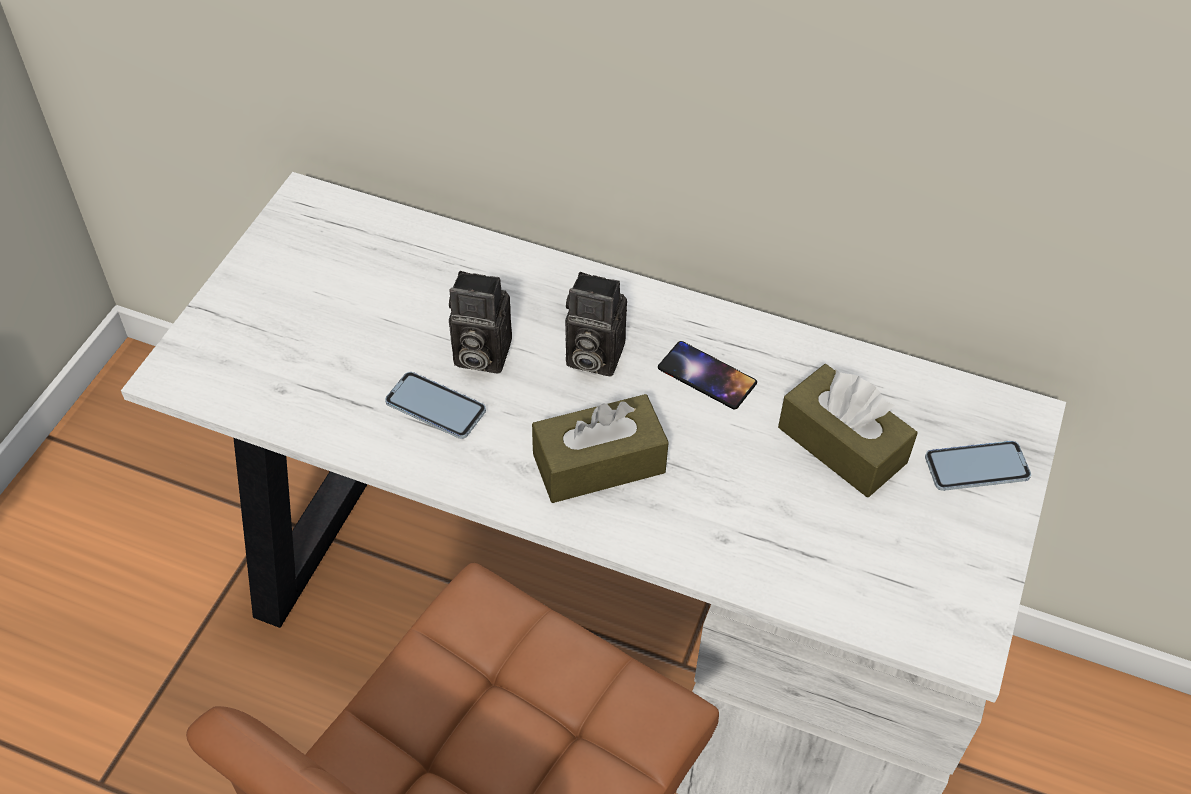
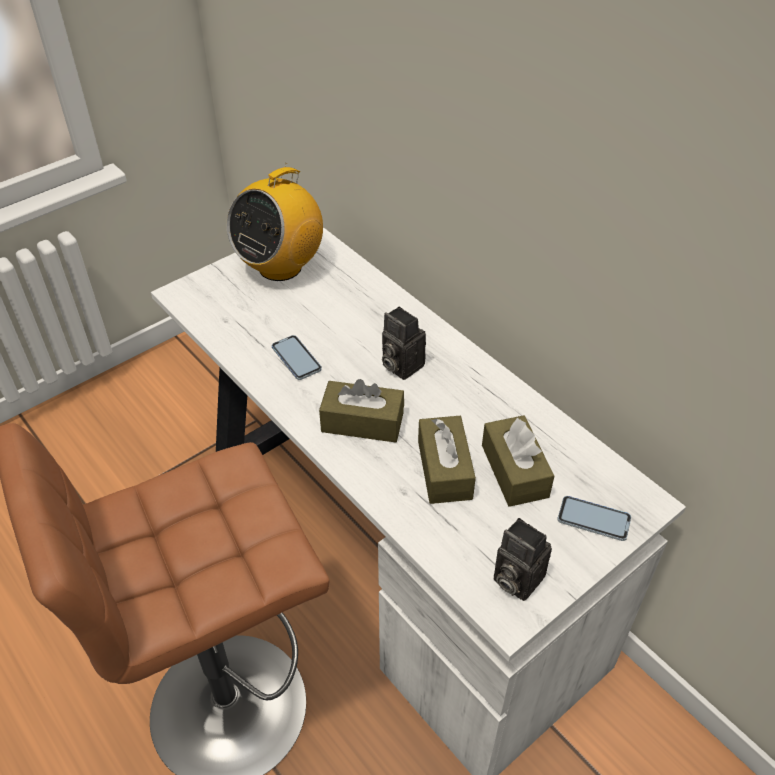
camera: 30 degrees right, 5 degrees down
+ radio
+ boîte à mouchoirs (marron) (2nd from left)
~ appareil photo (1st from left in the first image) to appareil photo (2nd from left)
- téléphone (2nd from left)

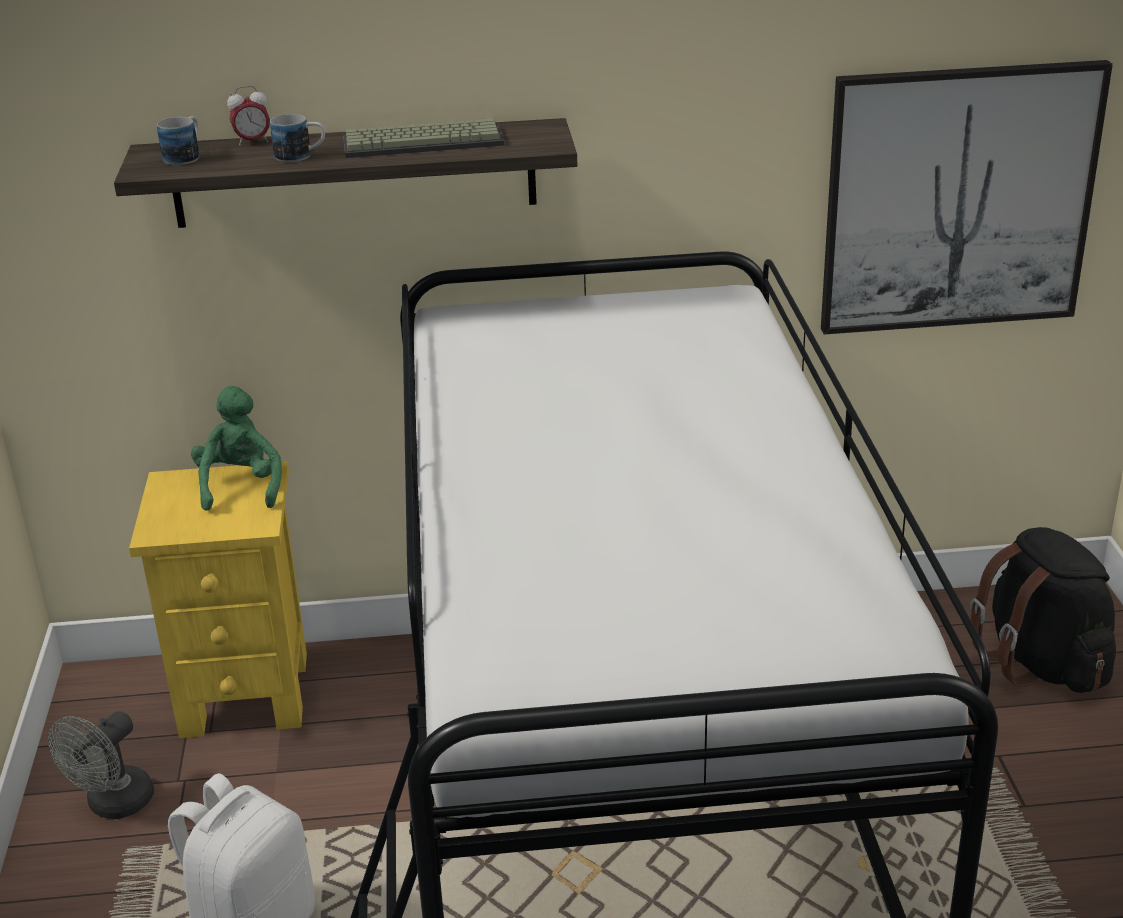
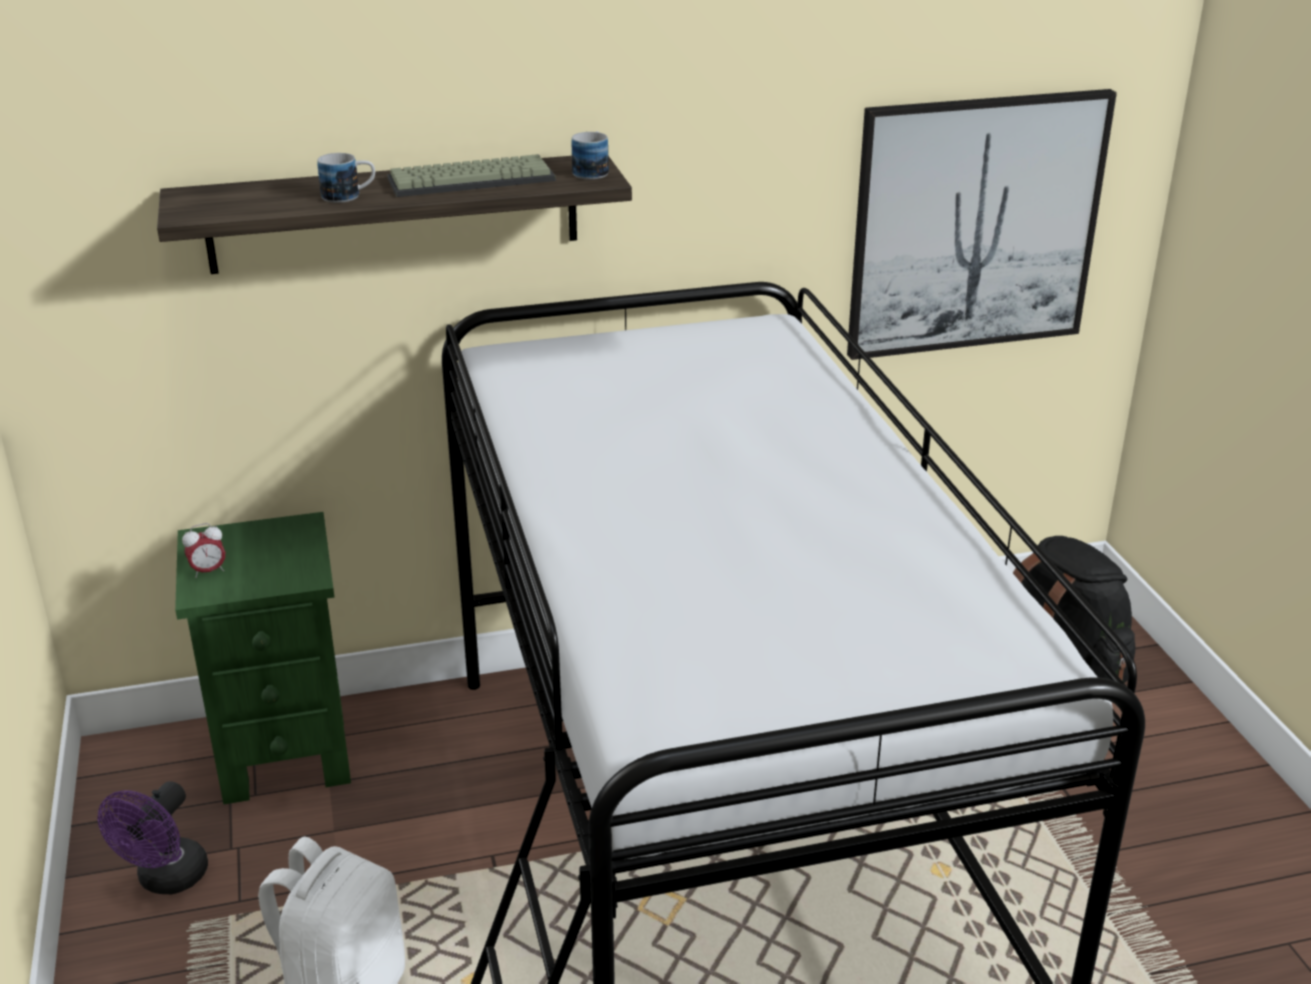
camera: 10 degrees left, 0 degrees up
~ ventilateur (gris) to ventilateur (violet)
~ table de chevet (jaune) to table de chevet (vert)
~ réveil
~ mug (1st from left in the first image) to mug (2nd from left)
- peluche (vert)

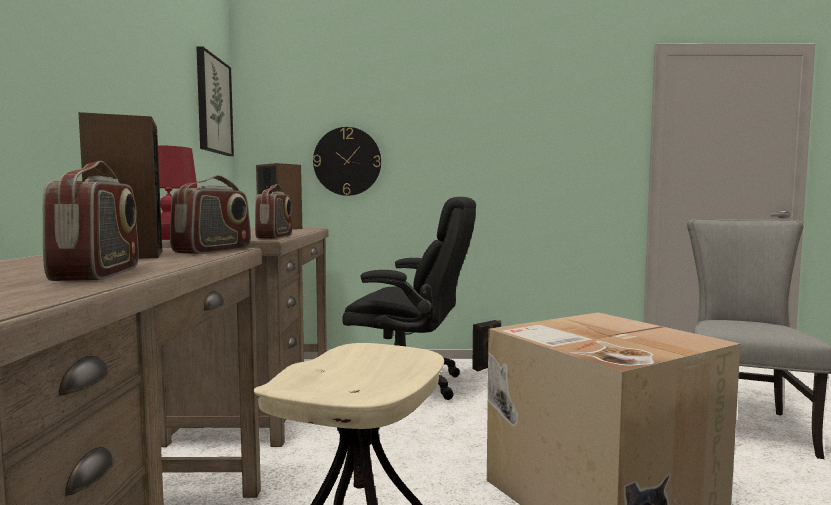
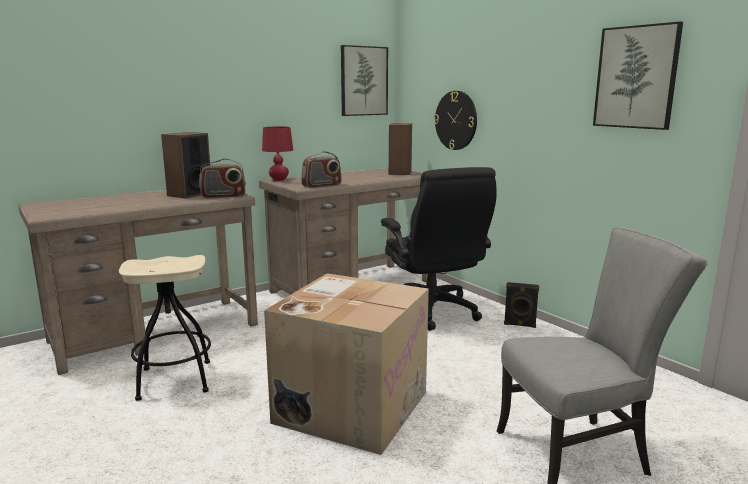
camera: 55 degrees right, 10 degrees up
+ tableau (2nd from left)
- radio (1st from left)

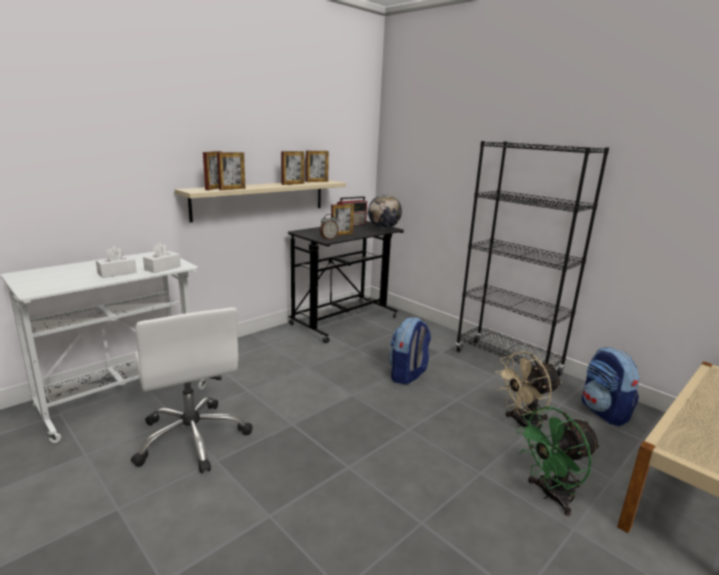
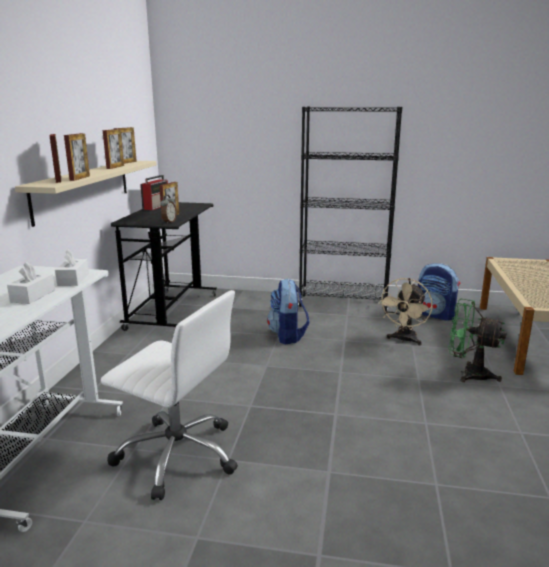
camera: 35 degrees left, 0 degrees up
~ ventilateur (vert) 90 degrees clockwise
- globe

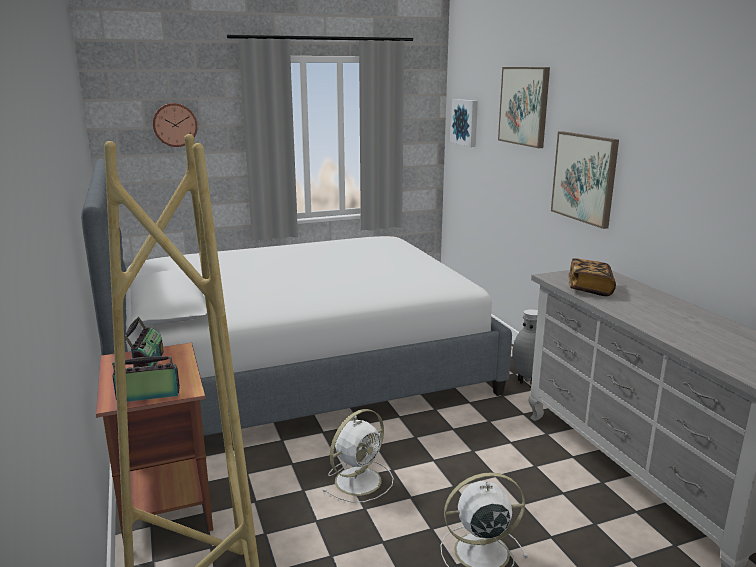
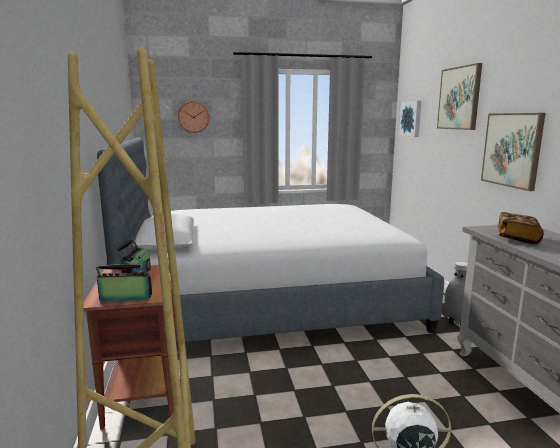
camera: 10 degrees right, 5 degrees down
- ventilateur (blanc) (1st from left)

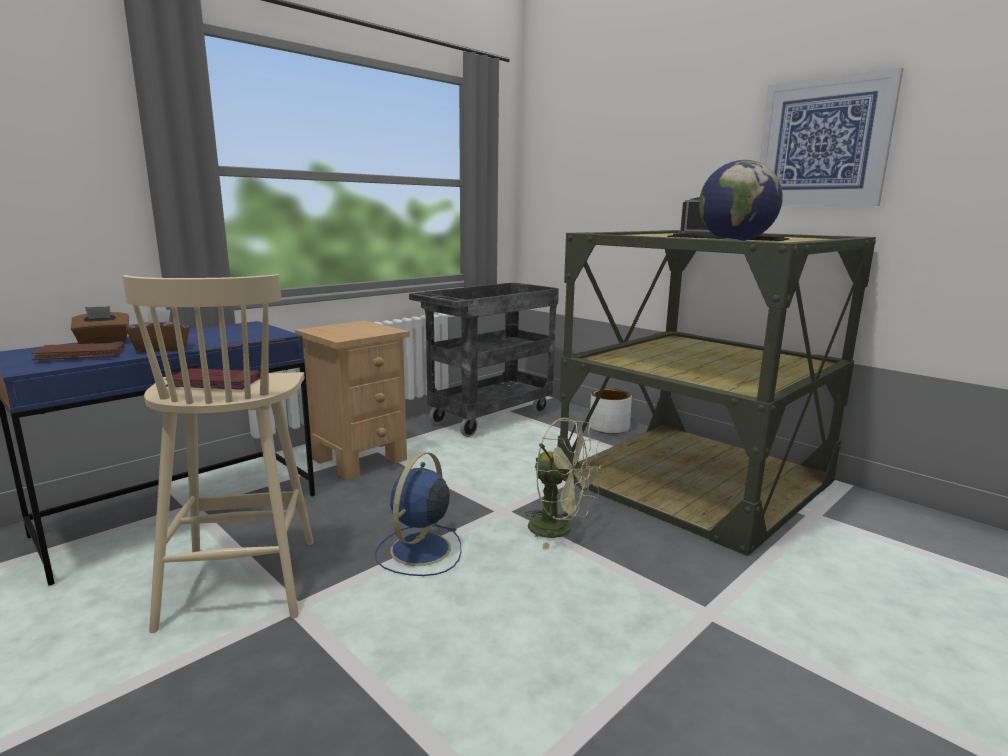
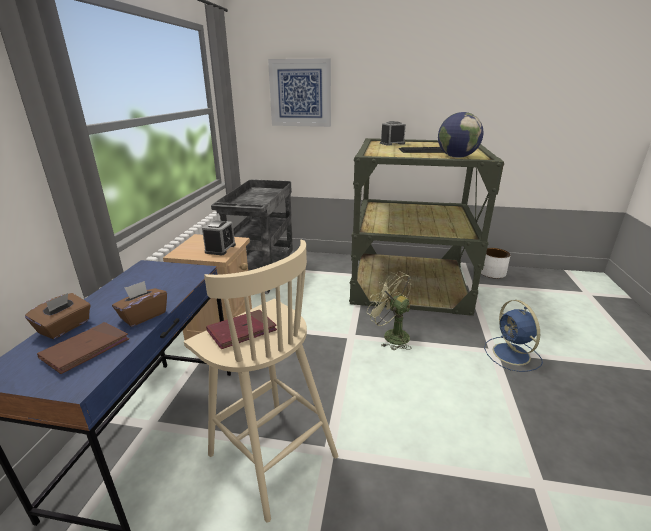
camera: 35 degrees left, 10 degrees up
+ réveil (1st from left)
~ tableau
~ ventilateur (vert) 135 degrees counterclockwise
~ cache-pot (blanc)
~ ventilateur (bleu)

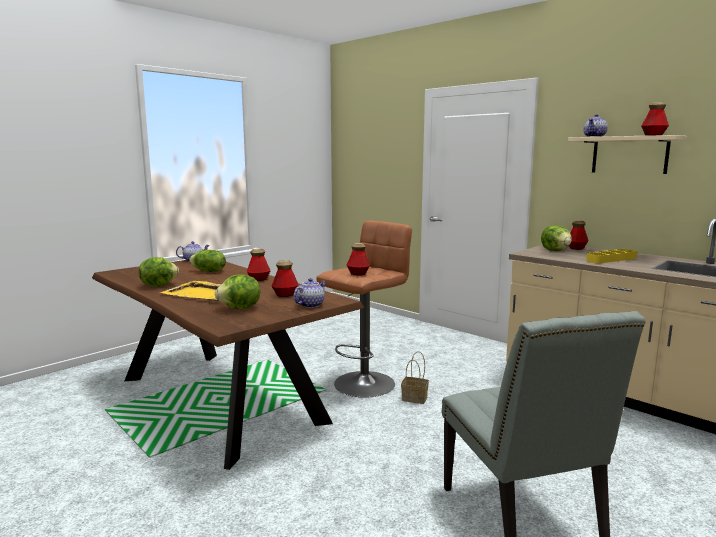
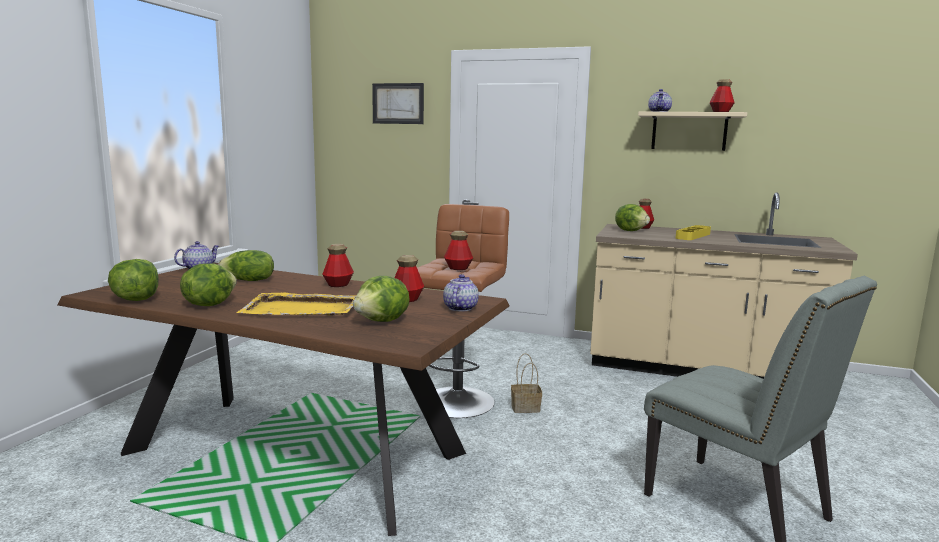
camera: 25 degrees left, 0 degrees up
+ laitue (1st from left)
+ tableau

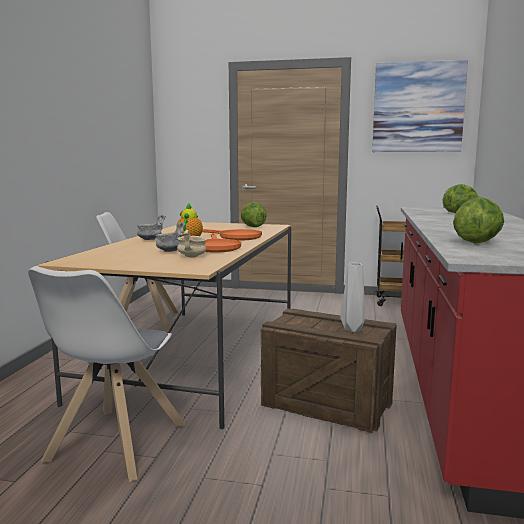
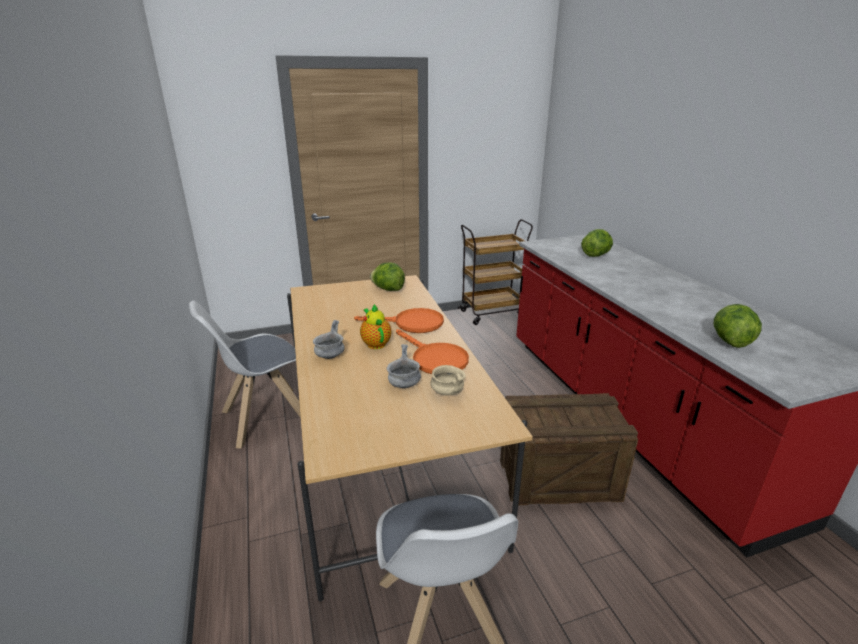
camera: 30 degrees left, 15 degrees up
- vase (gris)
- tableau

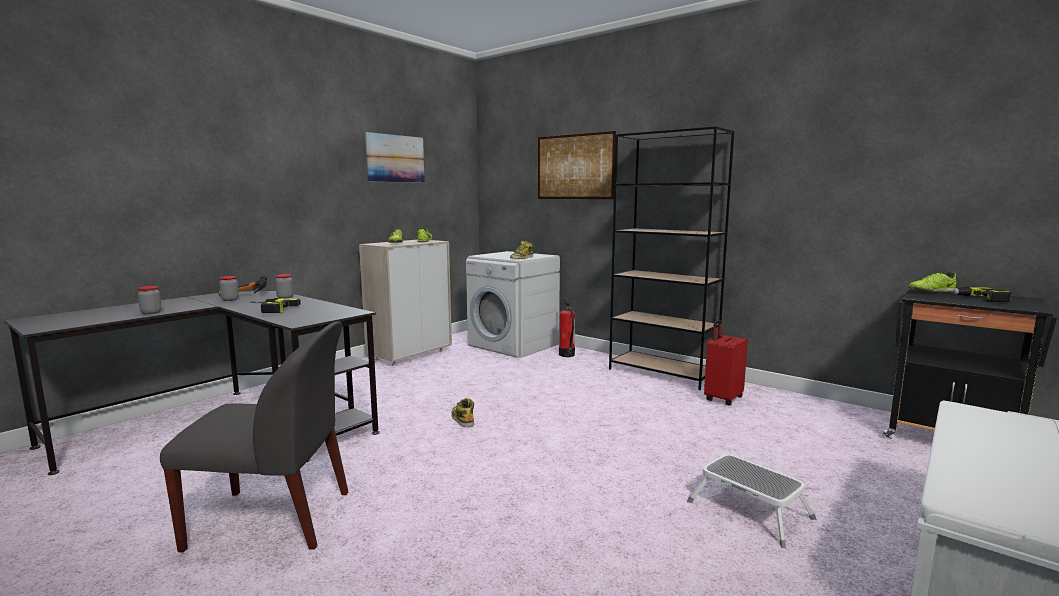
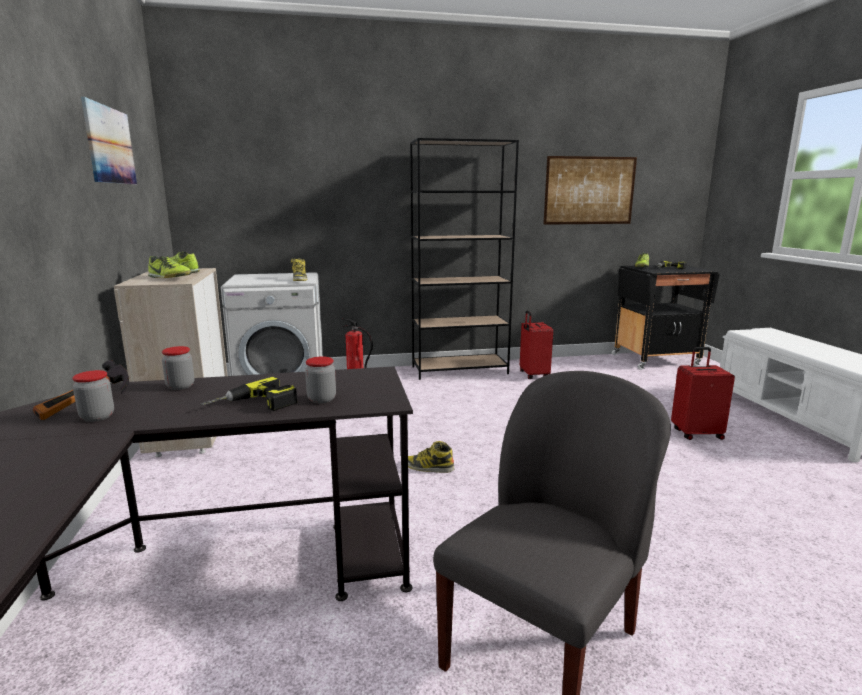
camera: 50 degrees left, 5 degrees up
~ bocal (1st from left in the first image) to bocal (3rd from left)
~ tableau (2nd from left)
~ escabeau (gris) to valise (rouge) (2nd from left)

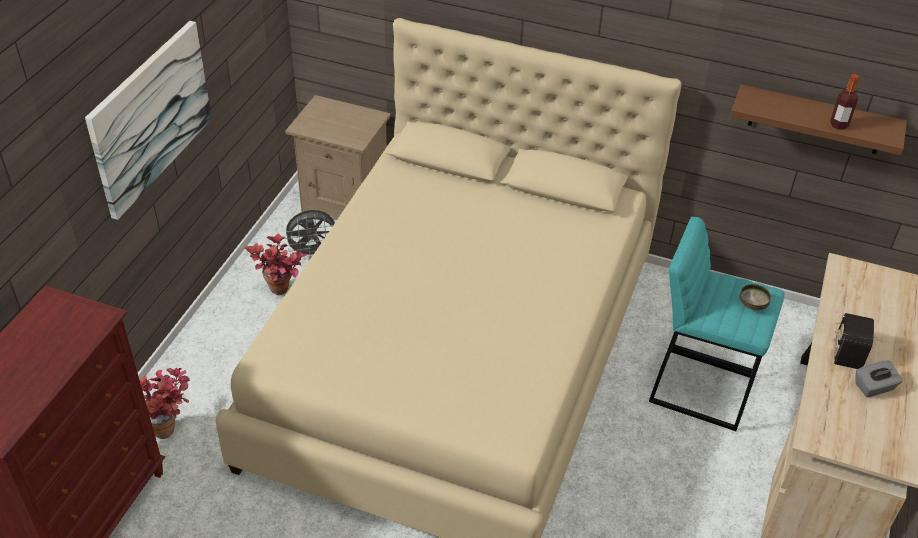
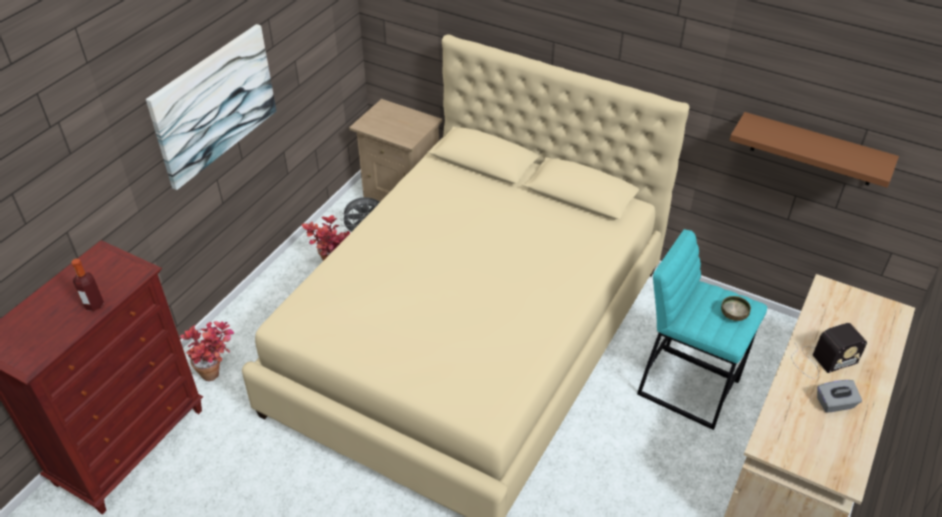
camera: 10 degrees right, 0 degrees up
~ bouteille
~ radio 135 degrees counterclockwise

